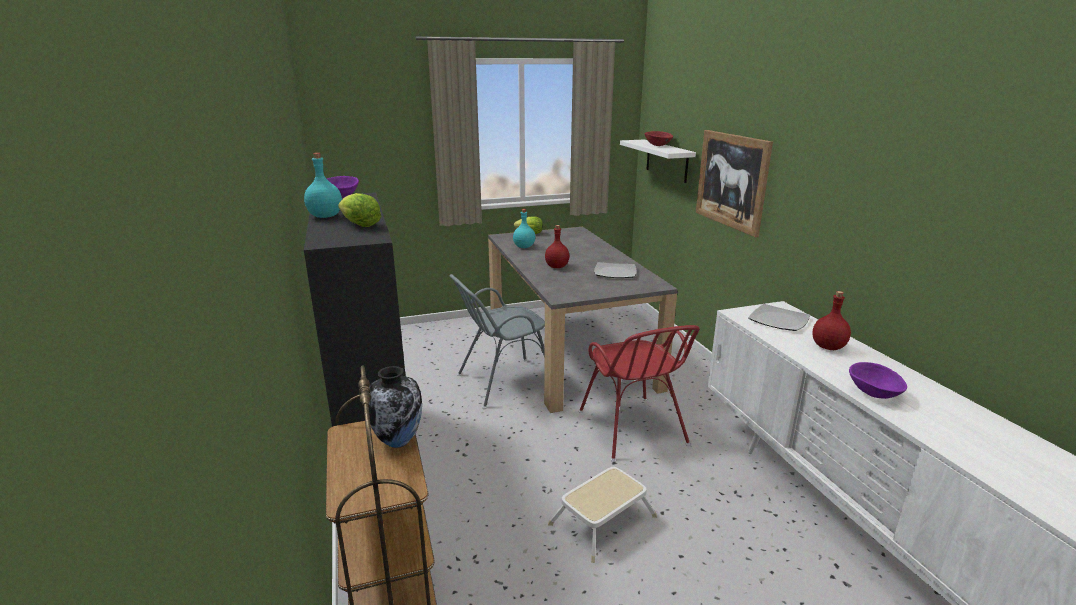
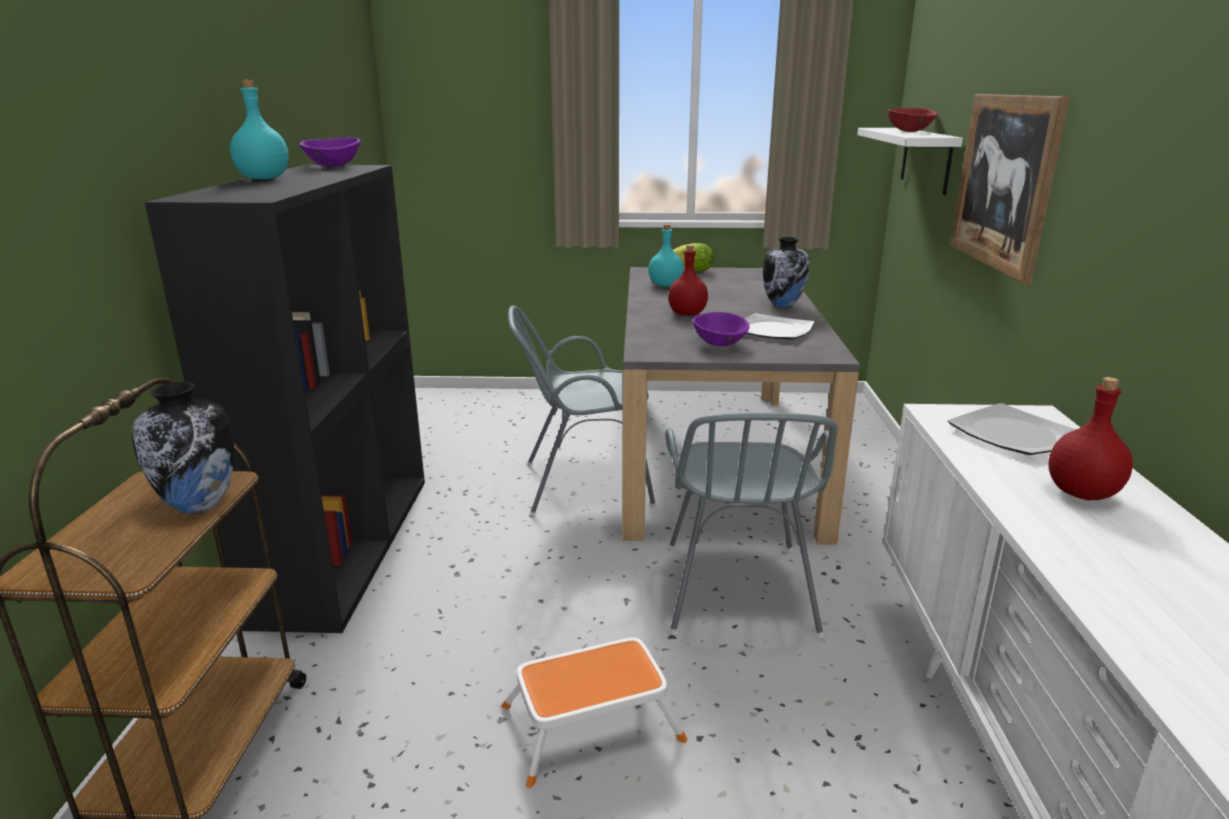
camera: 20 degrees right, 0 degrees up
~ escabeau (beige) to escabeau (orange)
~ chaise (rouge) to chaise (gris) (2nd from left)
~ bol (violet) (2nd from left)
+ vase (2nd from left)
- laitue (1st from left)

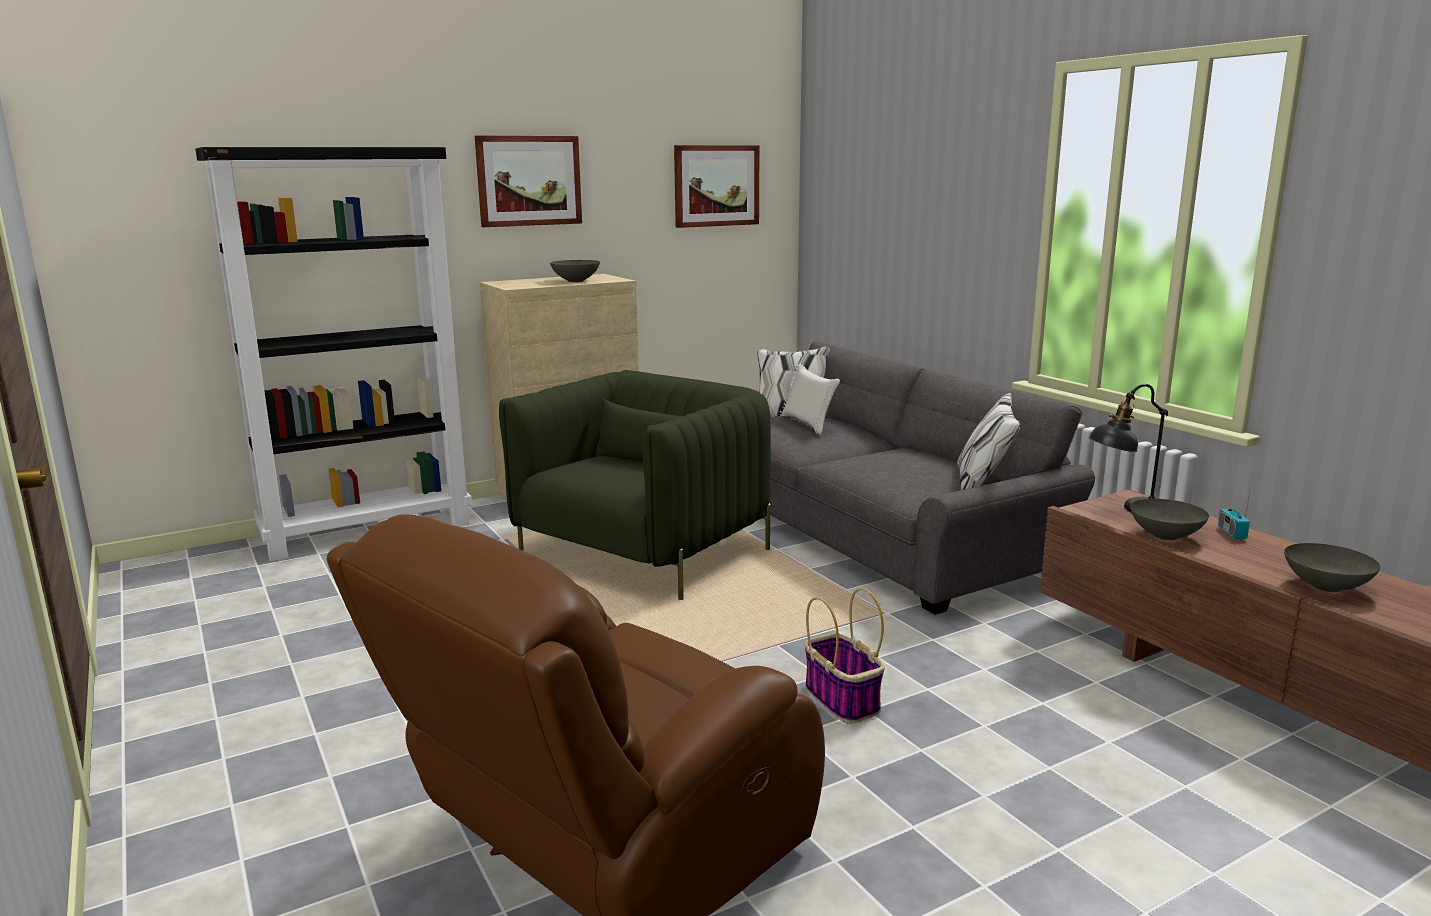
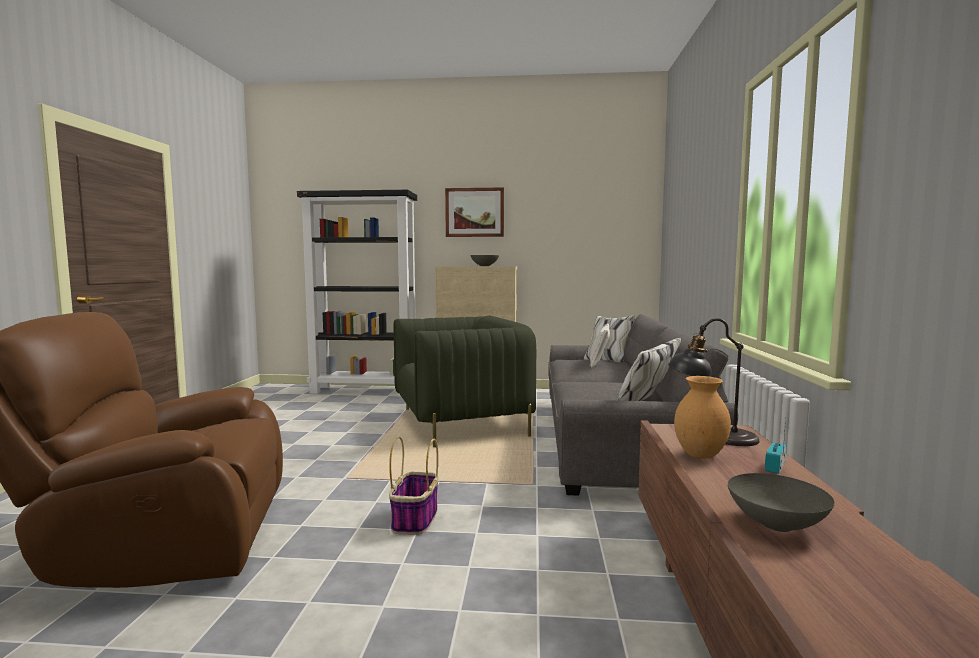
camera: 35 degrees right, 10 degrees down
~ bol (gris) (2nd from left) to vase (marron)
- tableau (2nd from left)

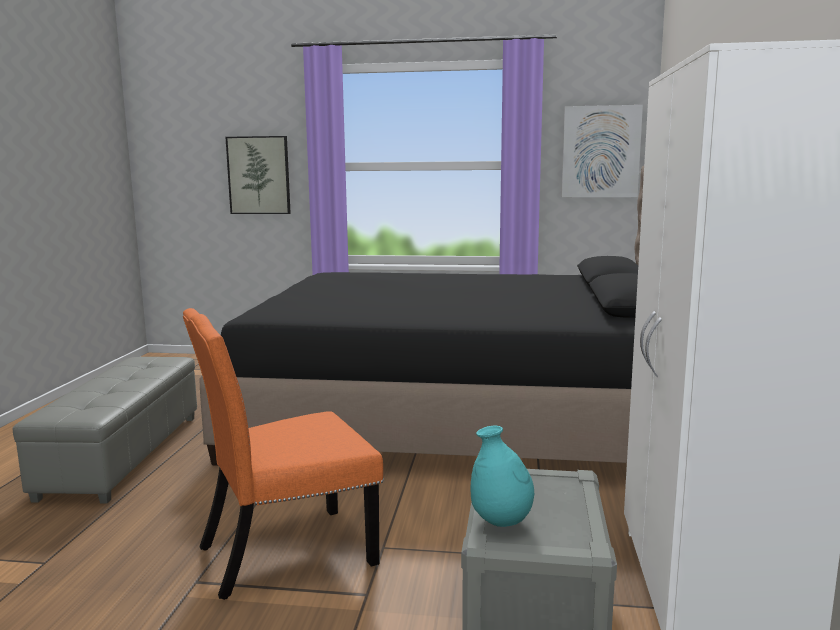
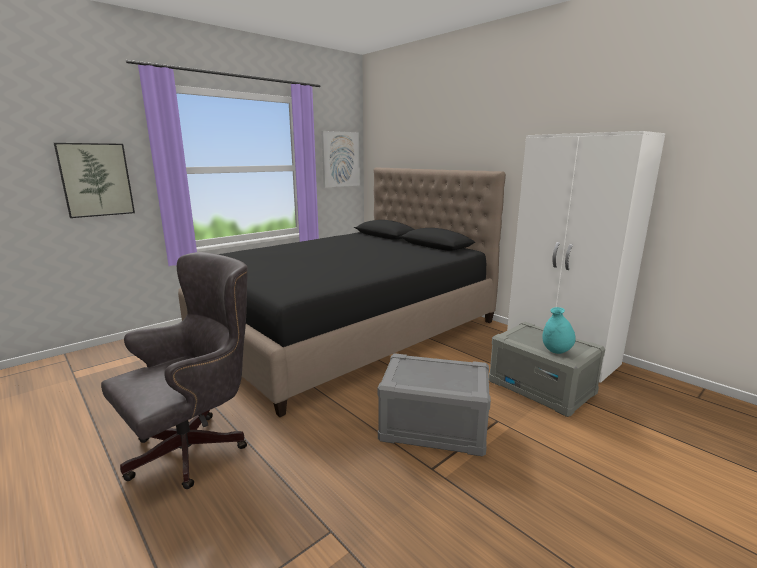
camera: 50 degrees left, 5 degrees up
~ pouf (gris) to chaise de bureau (gris)
~ chaise (orange) to boîte de rangement (gris) (1st from left)

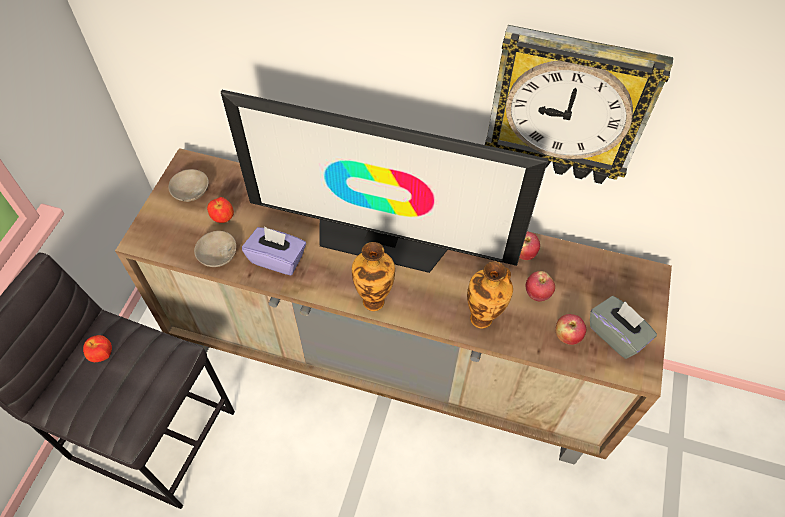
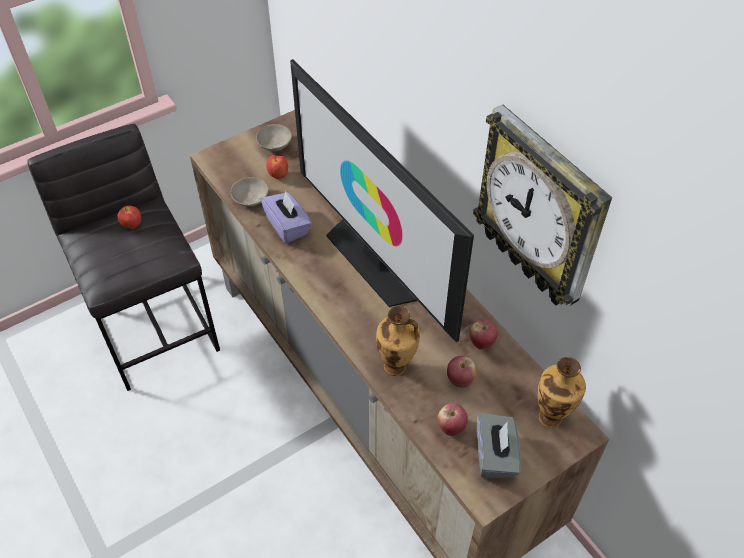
camera: 40 degrees right, 5 degrees down
~ vase (1st from left in the first image) to vase (2nd from left)

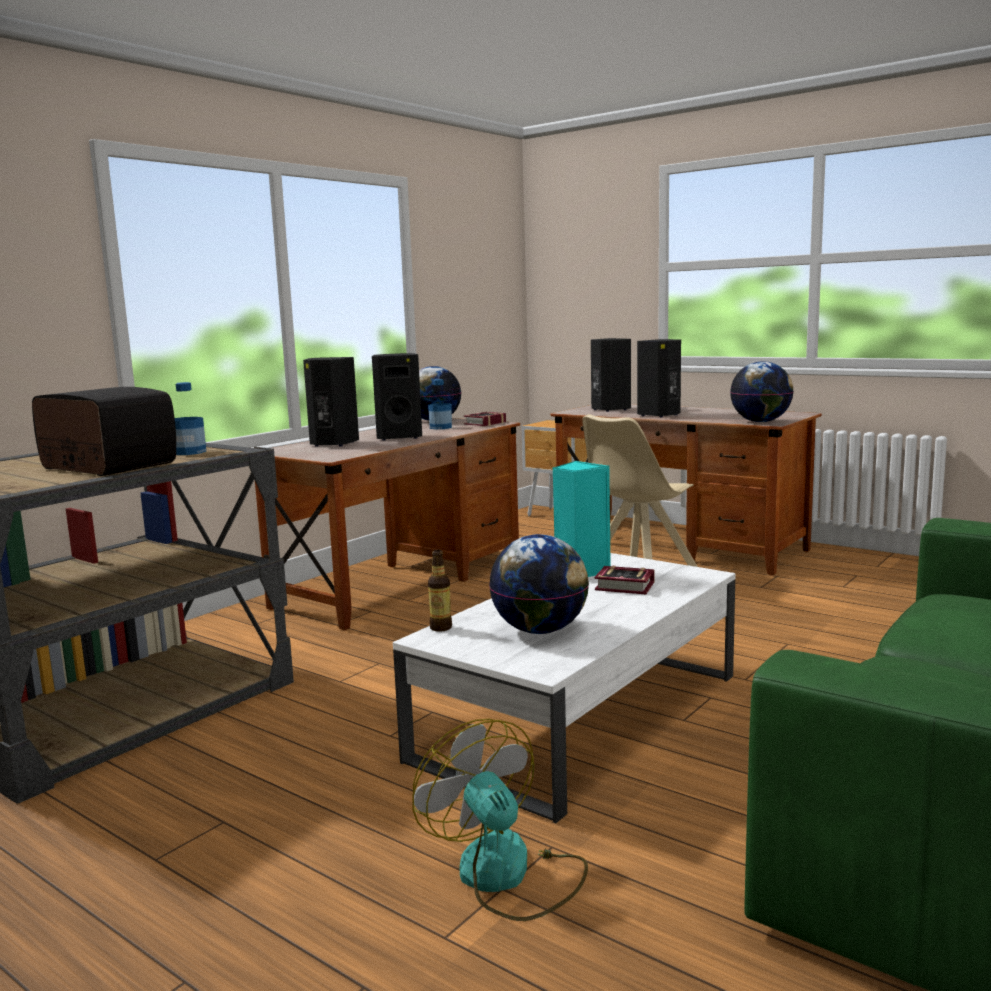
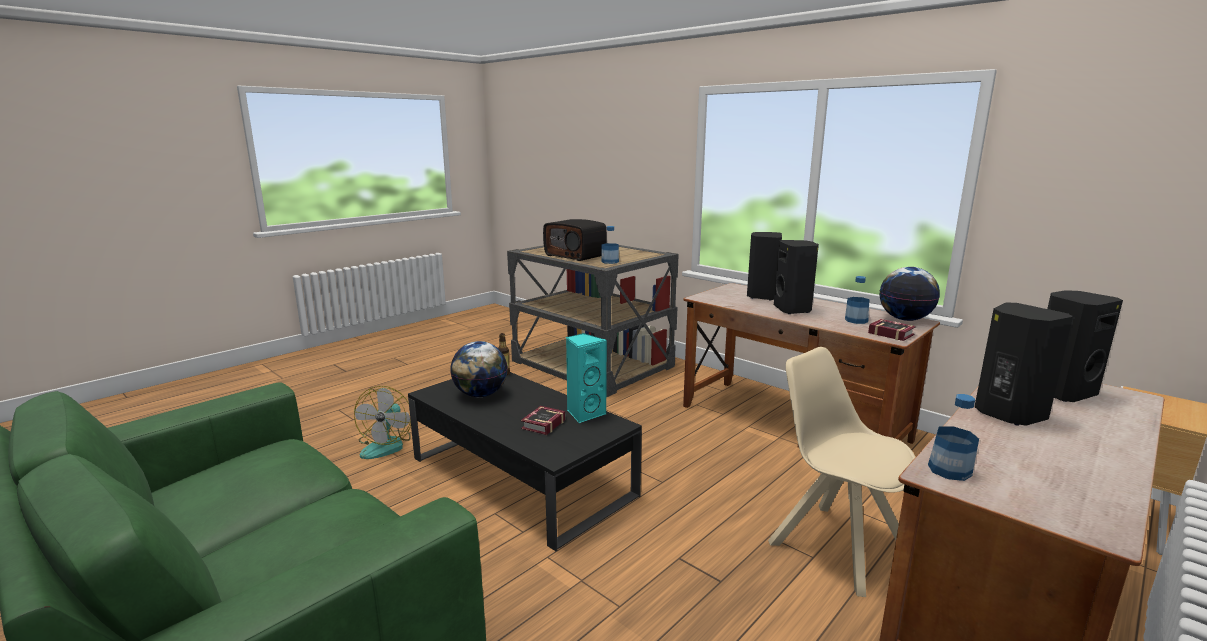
camera: 95 degrees right, 5 degrees up
~ ventilateur 120 degrees clockwise
~ table basse (blanc) to table basse (noir)
~ radio 90 degrees clockwise
~ globe (3rd from left) to bouteille (4th from left)

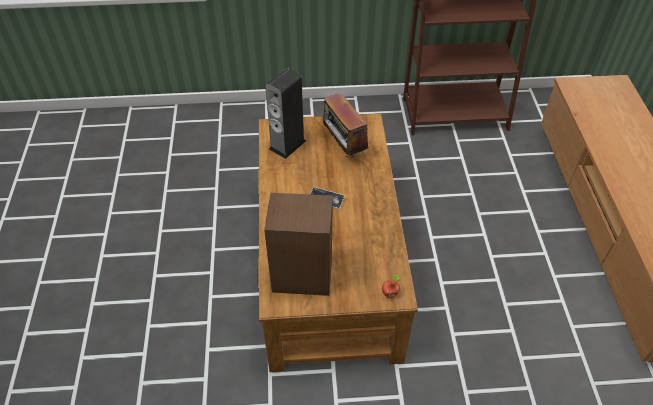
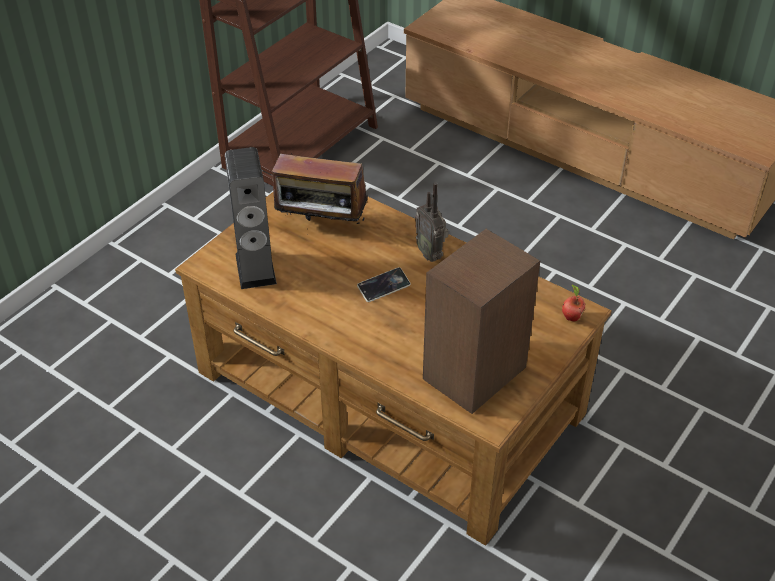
camera: 50 degrees left, 5 degrees down
+ radio (2nd from left)

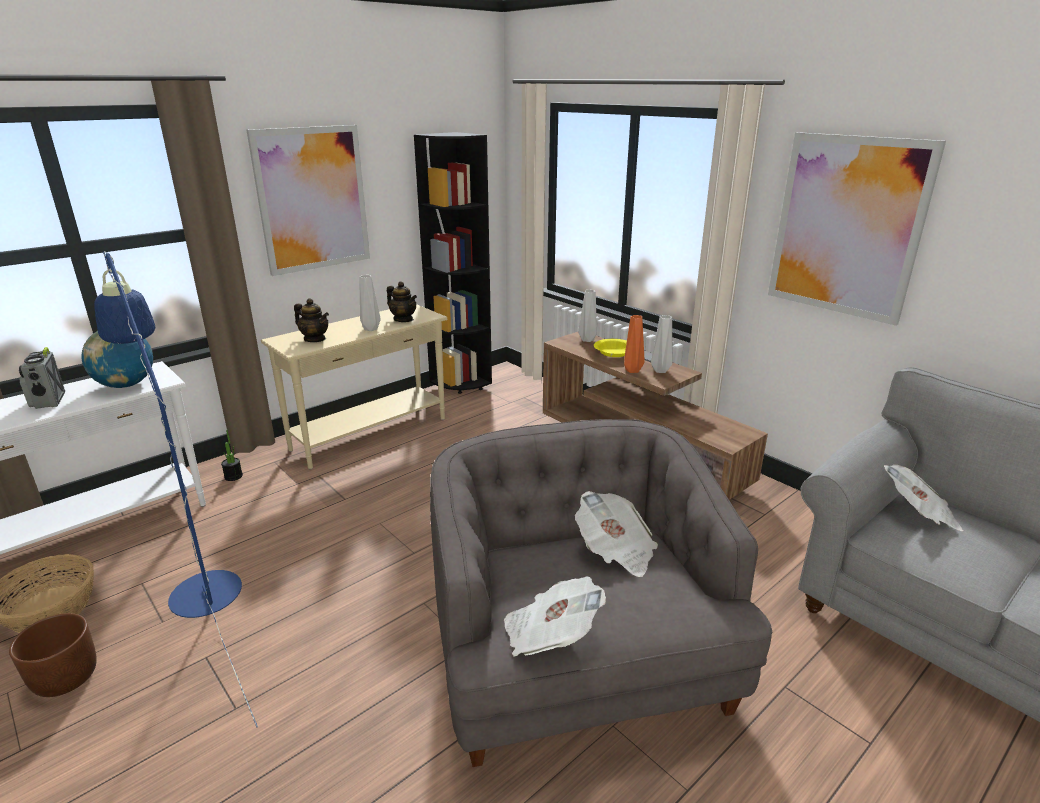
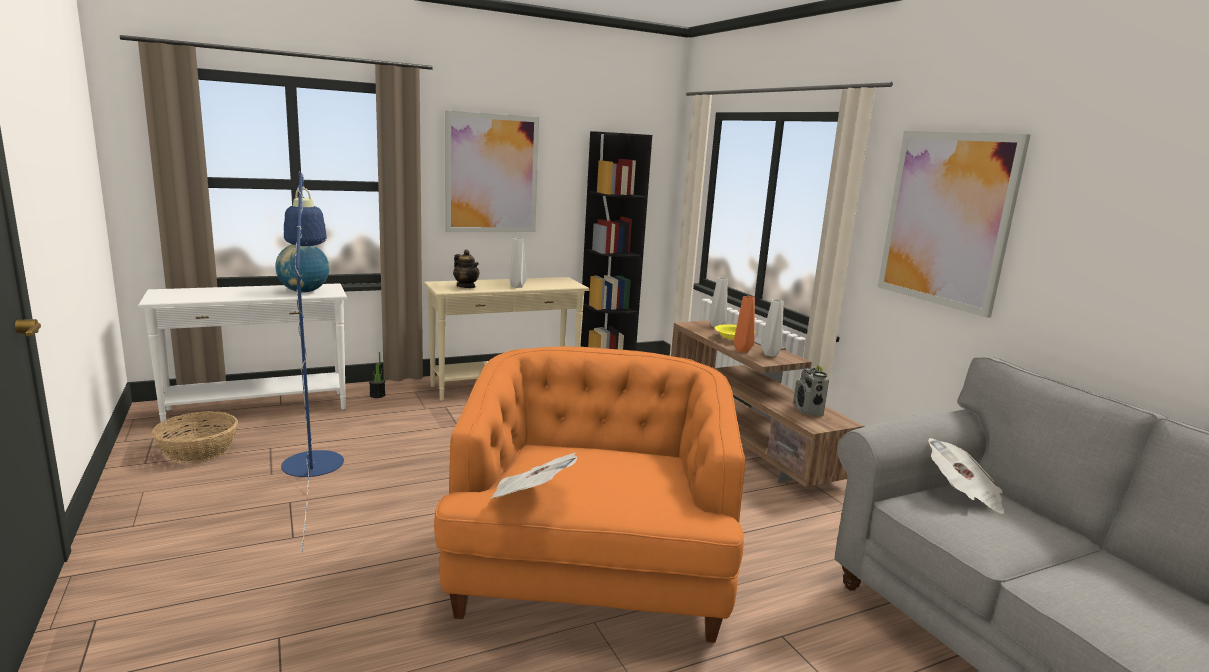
camera: 15 degrees right, 10 degrees down
~ fauteuil (gris) to fauteuil (orange)
~ radio
- cache-pot (marron)
- théière (2nd from left)
- journal (2nd from left)

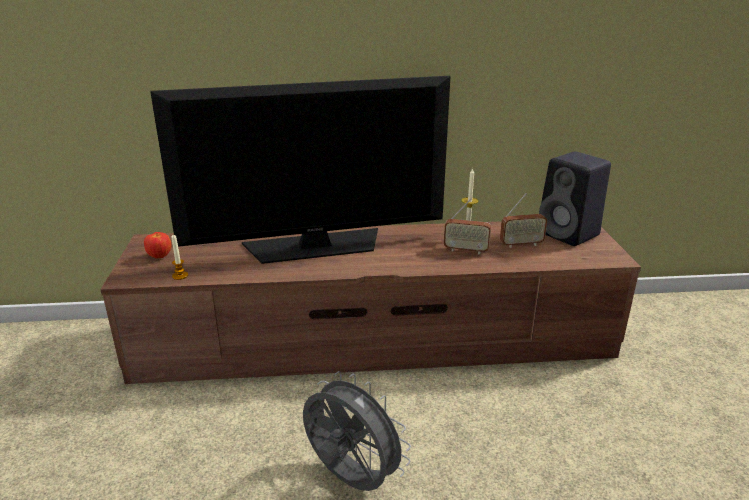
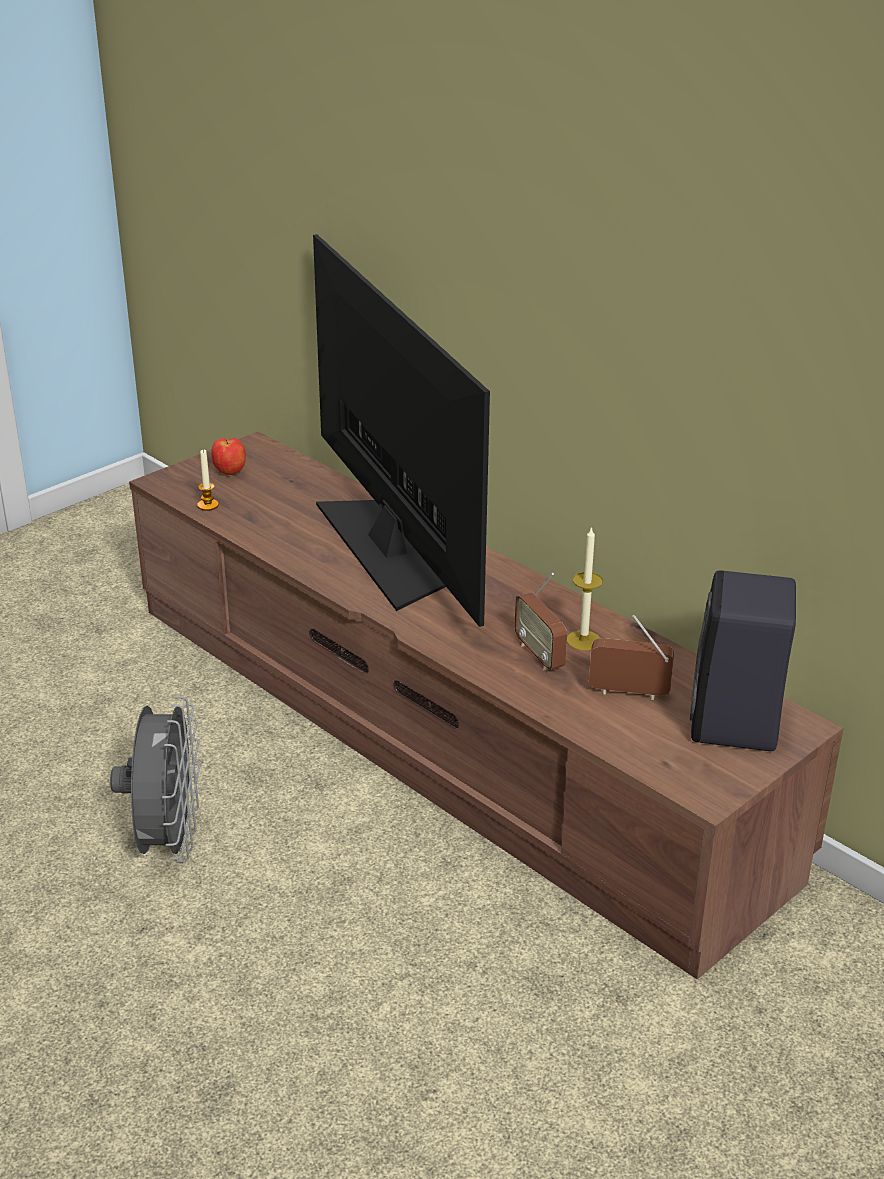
camera: 50 degrees right, 5 degrees up
~ téléviseur 150 degrees counterclockwise
~ radio (2nd from left) 150 degrees clockwise

